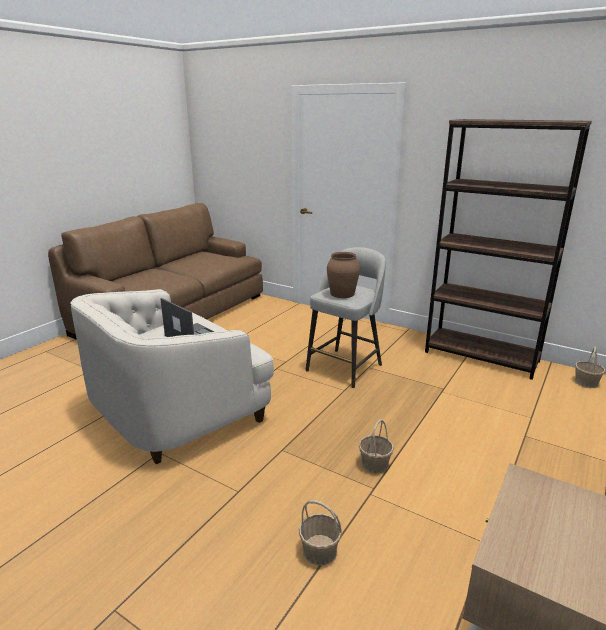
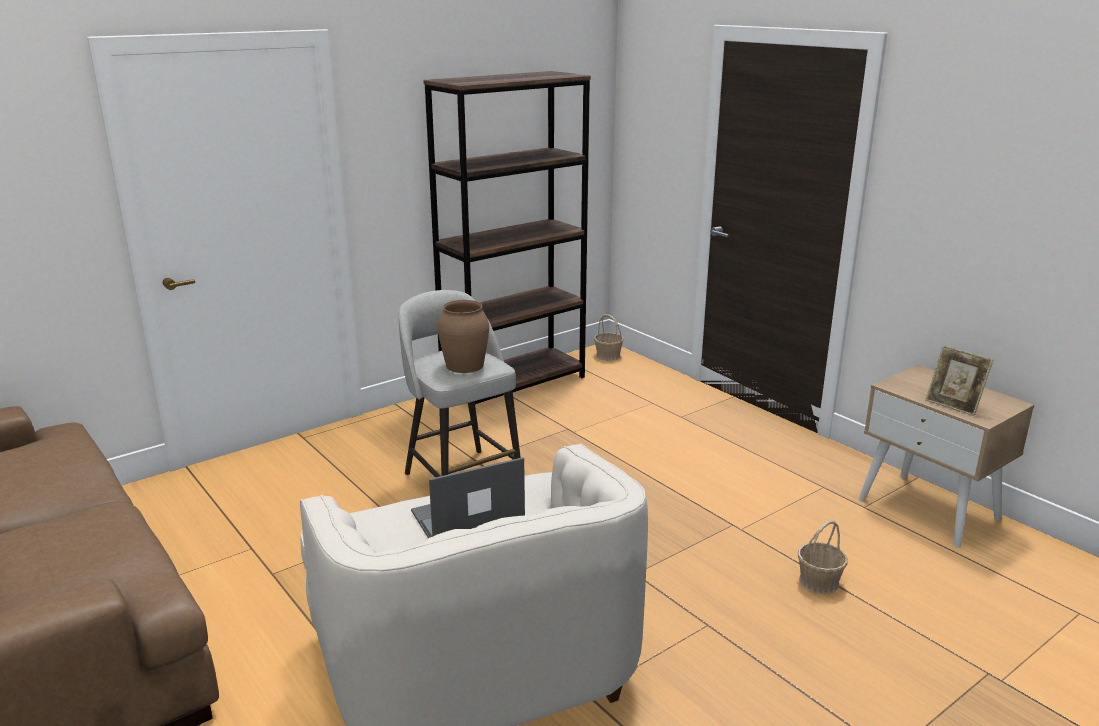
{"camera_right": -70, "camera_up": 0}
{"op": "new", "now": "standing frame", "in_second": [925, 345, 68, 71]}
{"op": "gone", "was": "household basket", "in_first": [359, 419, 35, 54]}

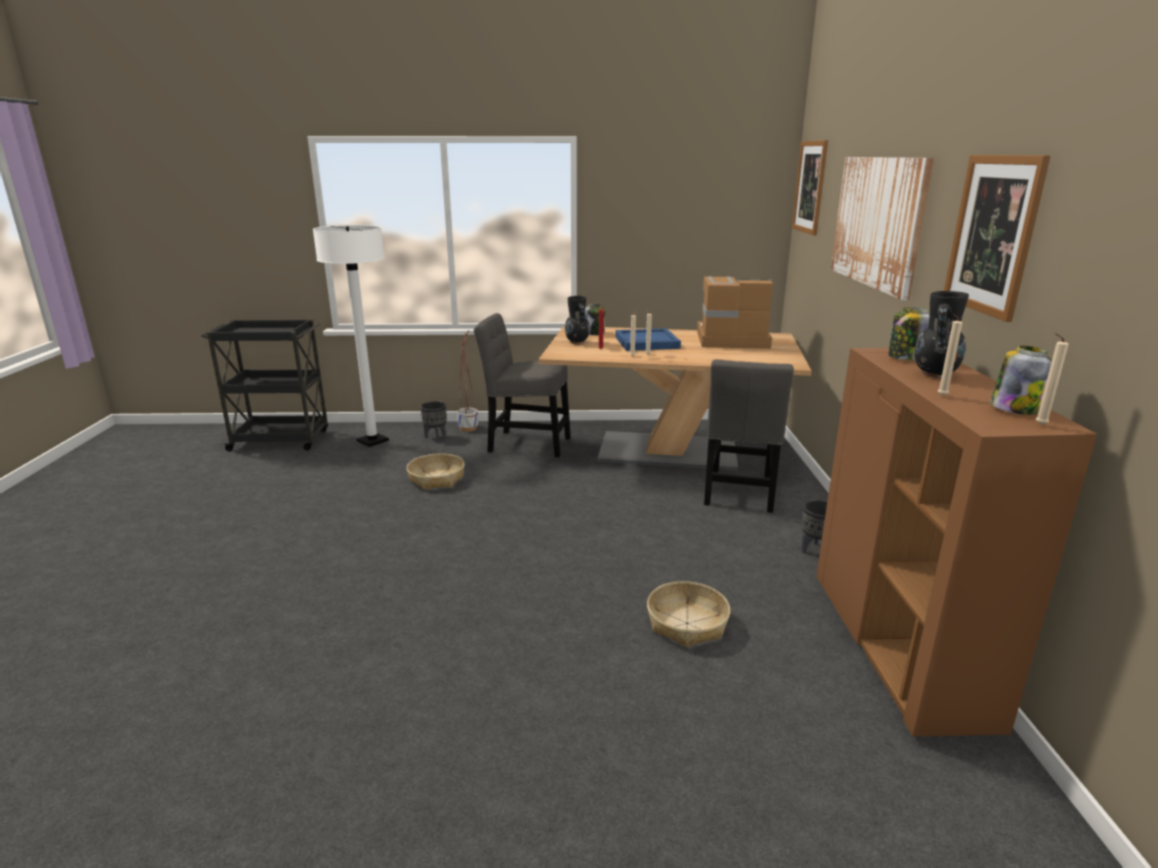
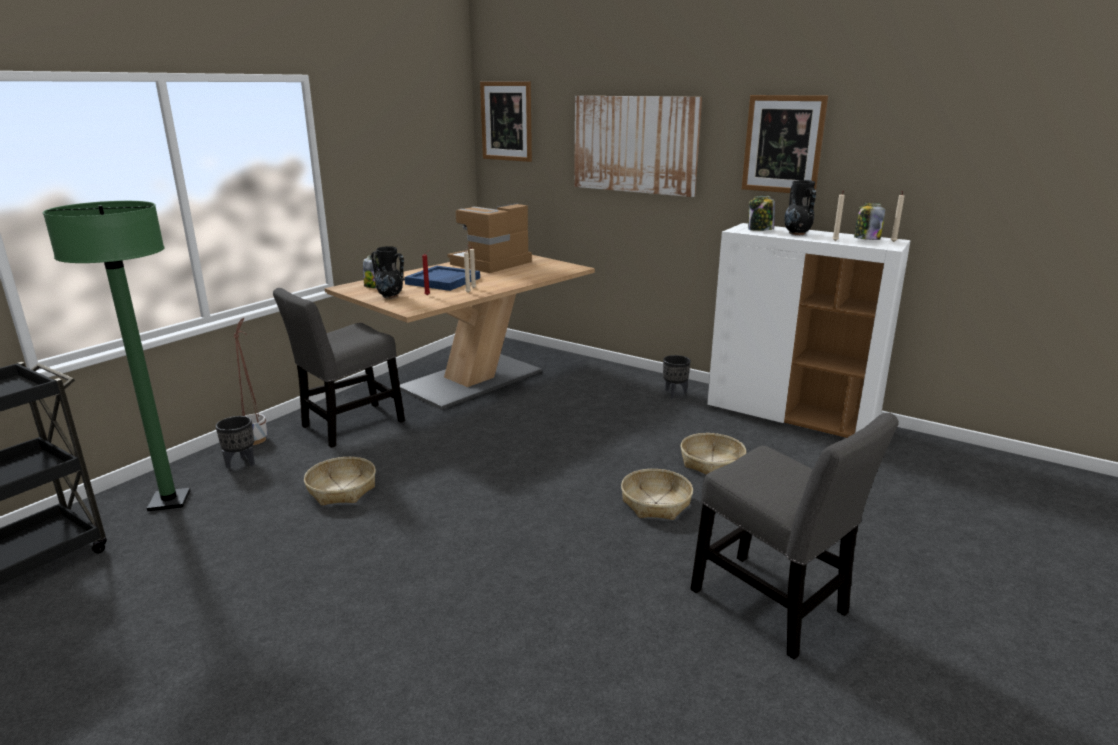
{"camera_right": -55, "camera_up": 0}
{"op": "repainted", "was": "white floor lamp", "now": "green floor lamp", "in_first": [313, 225, 76, 222], "in_second": [42, 201, 149, 310]}
{"op": "new", "now": "household basket", "in_second": [621, 469, 72, 51]}
{"op": "shifted", "was": "greyish chair", "in_first": [704, 359, 90, 154], "in_second": [690, 413, 209, 247]}
{"op": "repainted", "was": "brownish cupboard", "now": "white cupboard", "in_first": [816, 348, 281, 389], "in_second": [707, 223, 204, 215]}

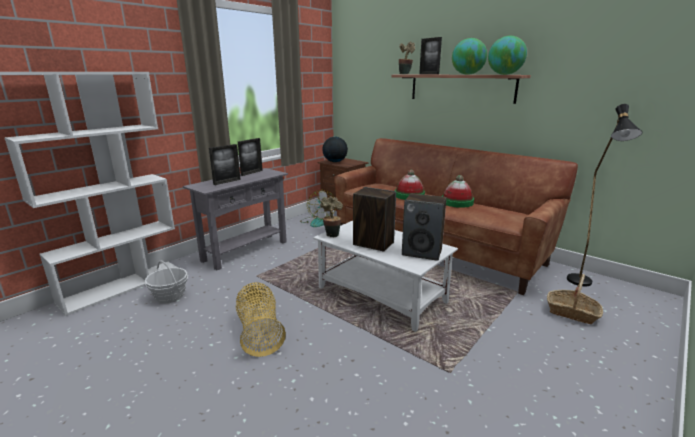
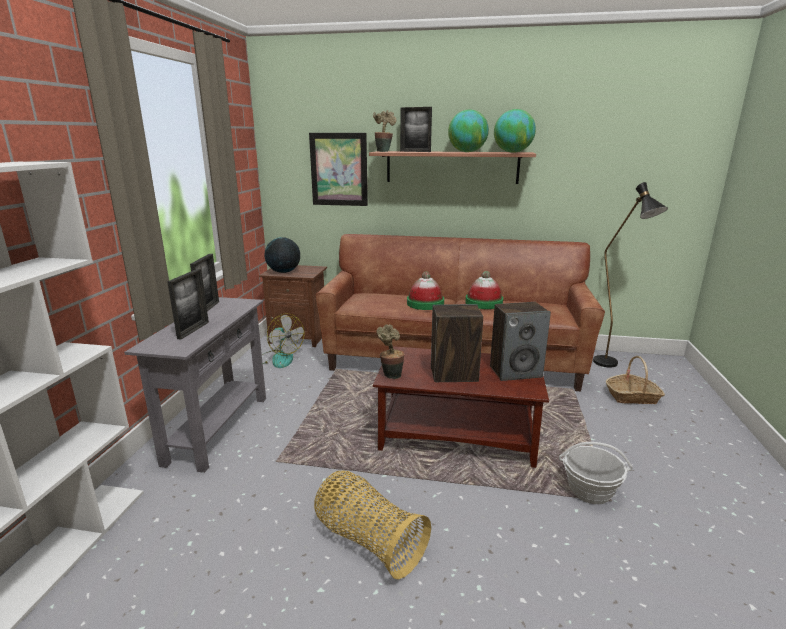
{"camera_right": -30, "camera_up": 0}
{"op": "new", "now": "wall art", "in_second": [309, 133, 59, 73]}
{"op": "repainted", "was": "white low table", "now": "brownish low table", "in_first": [313, 221, 145, 111], "in_second": [373, 346, 176, 122]}
{"op": "shifted", "was": "household basket", "in_first": [145, 260, 43, 43], "in_second": [559, 442, 74, 62]}

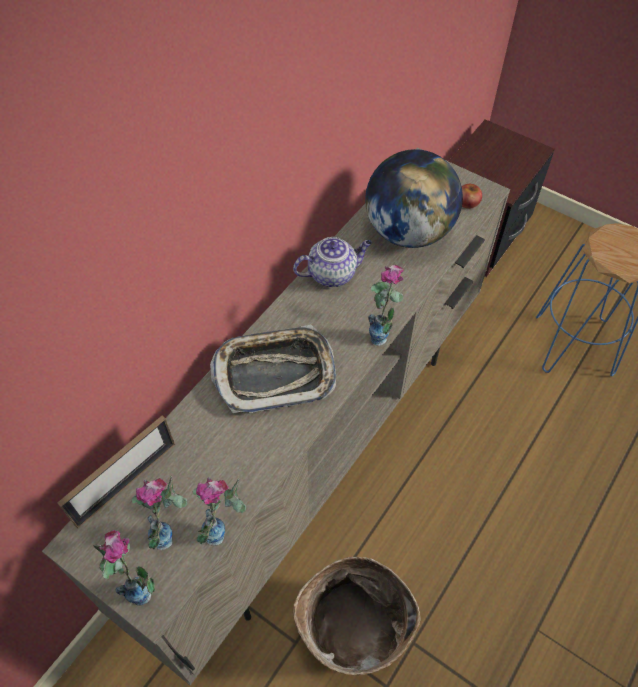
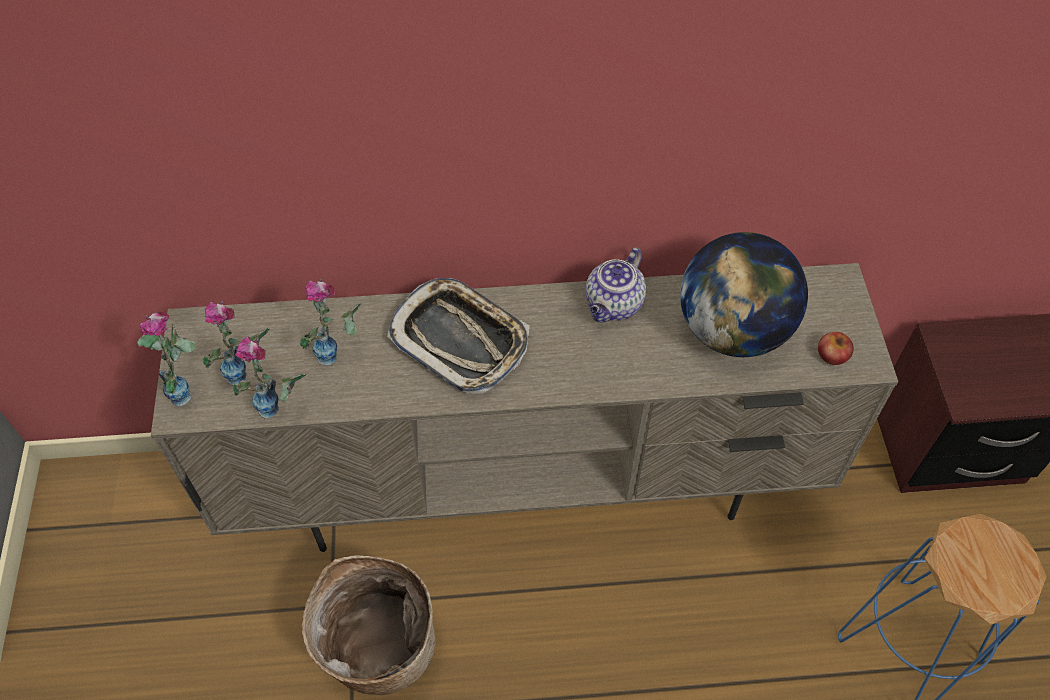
{"camera_right": 50, "camera_up": 0}
{"op": "shifted", "was": "vase", "in_first": [368, 265, 36, 81], "in_second": [300, 279, 61, 87]}
{"op": "rotated", "was": "tea pot", "in_first": [293, 237, 79, 50], "in_second": [586, 248, 60, 74], "clockwise": 90}
{"op": "gone", "was": "standing frame", "in_first": [57, 416, 118, 113]}

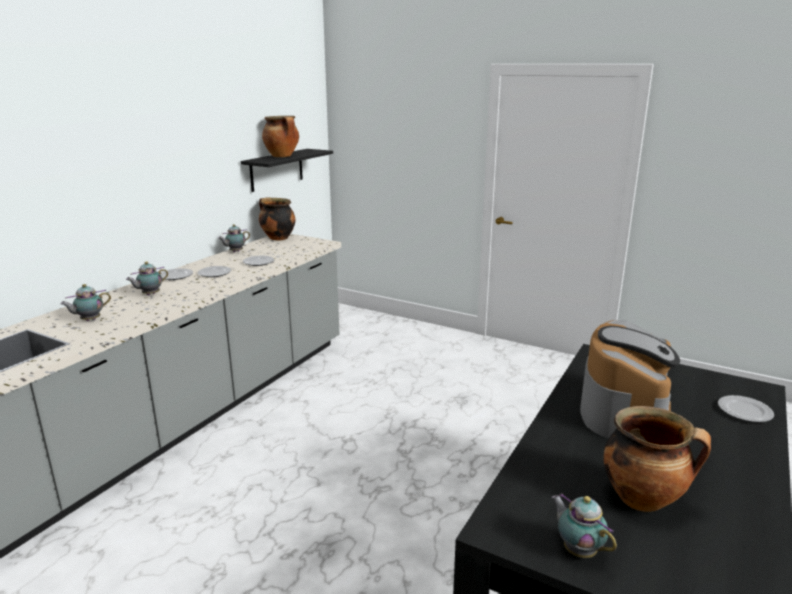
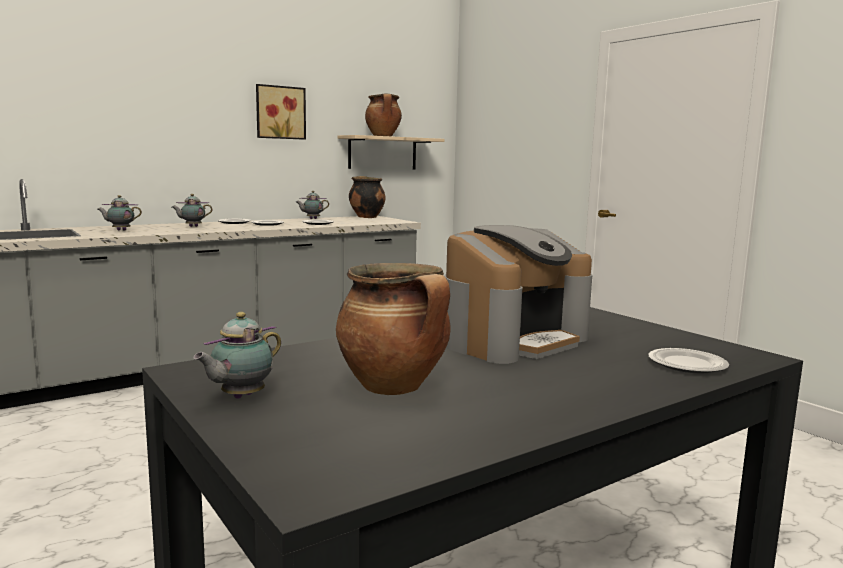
{"camera_right": 25, "camera_up": -10}
{"op": "rotated", "was": "tea pot", "in_first": [552, 493, 65, 65], "in_second": [193, 312, 88, 87], "clockwise": -135}
{"op": "new", "now": "wall art", "in_second": [256, 84, 50, 56]}
{"op": "repainted", "was": "blackish bracket shelf", "now": "beige bracket shelf", "in_first": [241, 149, 92, 43], "in_second": [337, 135, 107, 34]}

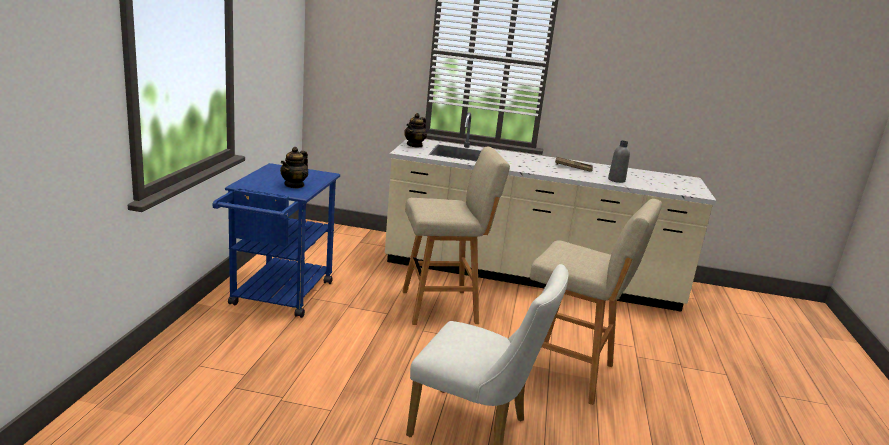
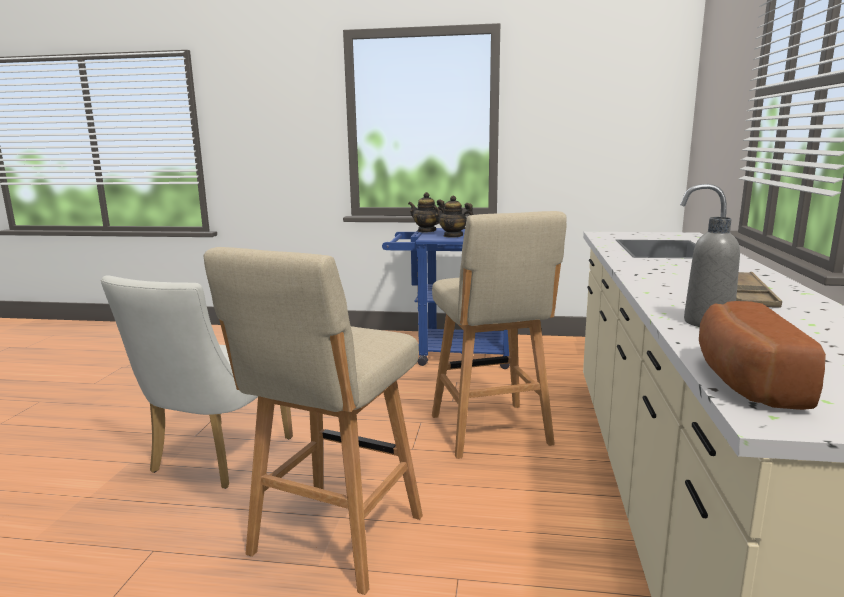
{"camera_right": 90, "camera_up": -5}
{"op": "shifted", "was": "tea pot", "in_first": [404, 113, 23, 35], "in_second": [408, 192, 36, 41]}
{"op": "new", "now": "baked bread", "in_second": [699, 301, 127, 109]}

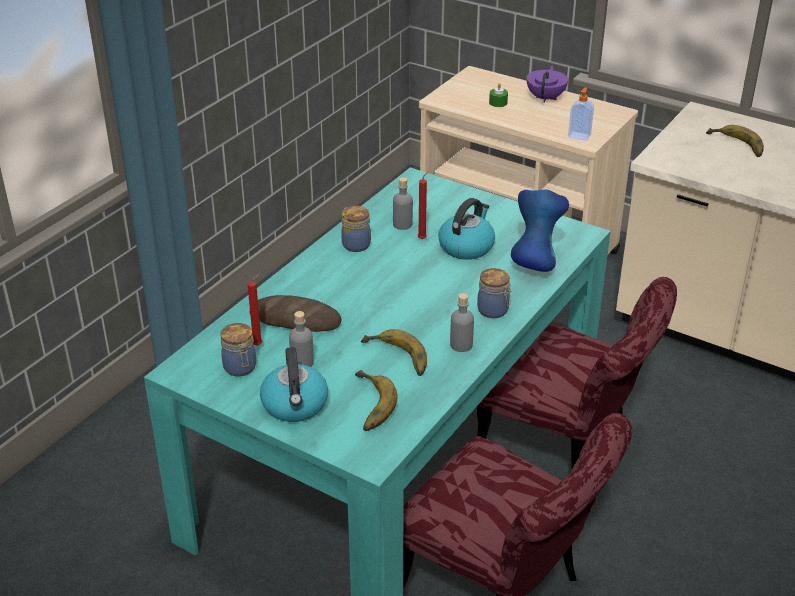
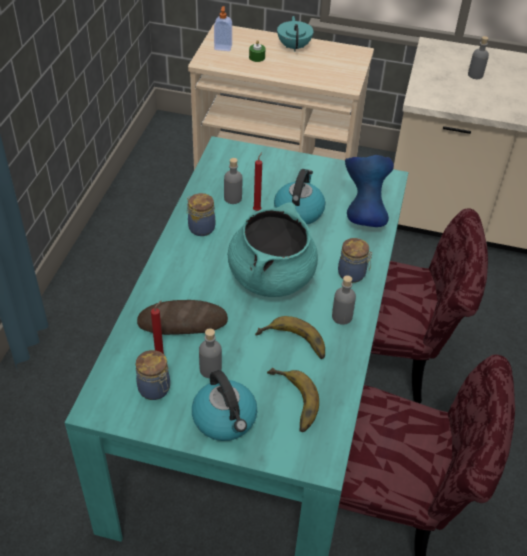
{"camera_right": -20, "camera_up": 10}
{"op": "shifted", "was": "liquid soap bottle", "in_first": [568, 88, 26, 53], "in_second": [214, 6, 18, 45]}
{"op": "new", "now": "turquoise-coloured saucepot", "in_second": [227, 202, 91, 95]}
{"op": "repainted", "was": "purplish tea pot", "now": "turquoise-coloured tea pot", "in_first": [526, 65, 42, 38], "in_second": [277, 16, 37, 36]}
{"op": "swapped", "was": "whole banana", "now": "greyish bottle", "in_first": [706, 125, 58, 32], "in_second": [468, 36, 21, 43]}

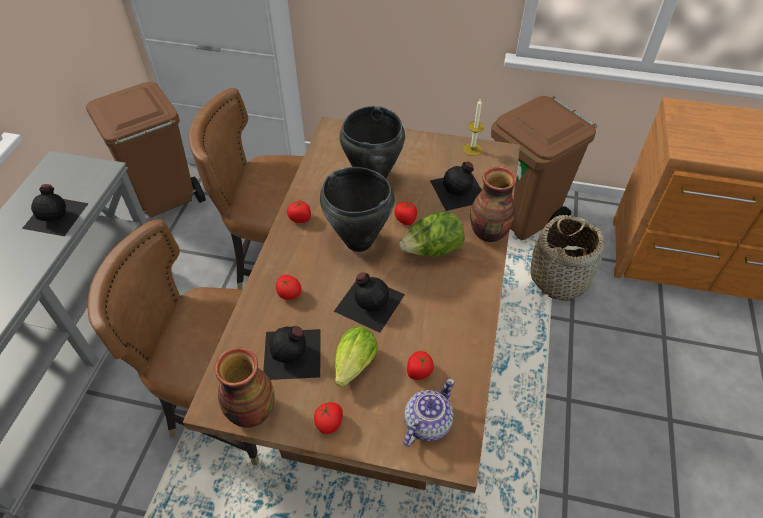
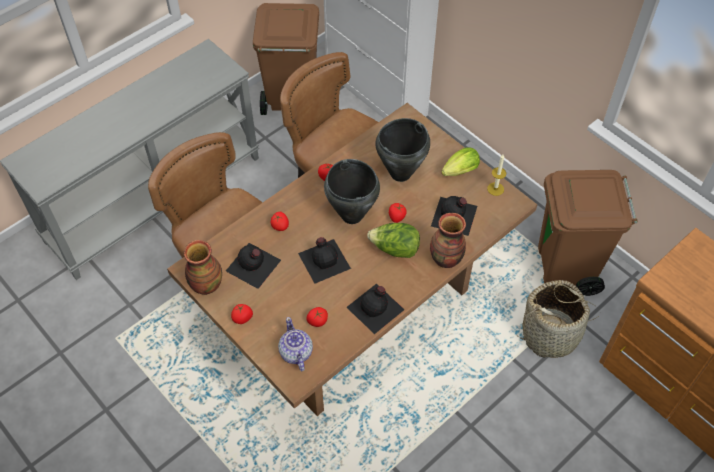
{"camera_right": 35, "camera_up": 5}
{"op": "rotated", "was": "tea pot", "in_first": [403, 378, 51, 69], "in_second": [278, 317, 35, 54], "clockwise": -90}
{"op": "shifted", "was": "blackish bottle", "in_first": [22, 184, 67, 52], "in_second": [347, 284, 58, 50]}
{"op": "shifted", "was": "lettuce", "in_first": [335, 326, 43, 61], "in_second": [441, 148, 39, 28]}

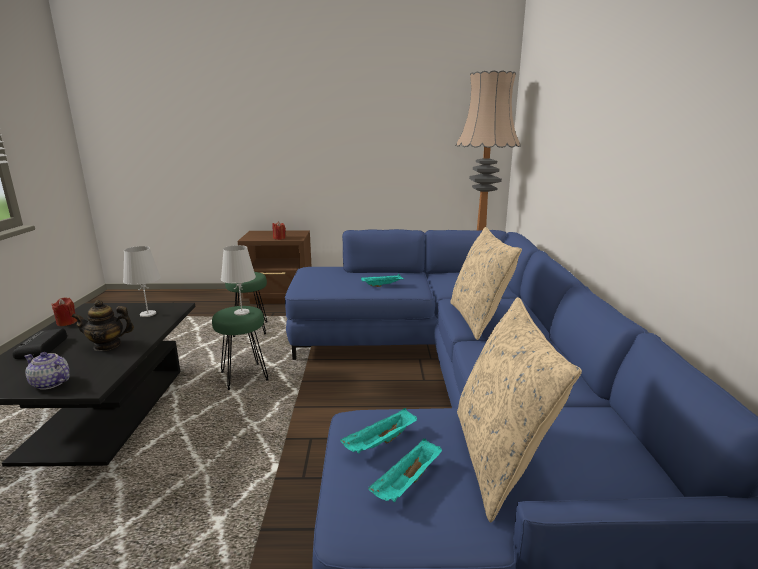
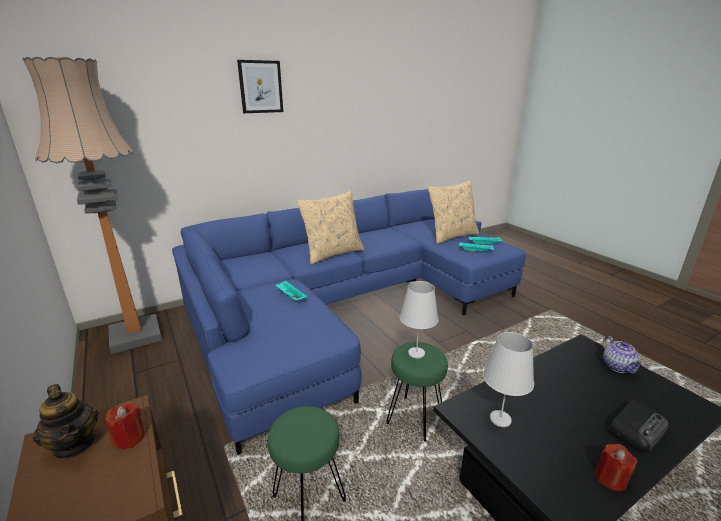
{"camera_right": -120, "camera_up": 5}
{"op": "shifted", "was": "tea pot", "in_first": [71, 300, 63, 51], "in_second": [33, 384, 66, 74]}
{"op": "new", "now": "wall art", "in_second": [237, 60, 46, 53]}

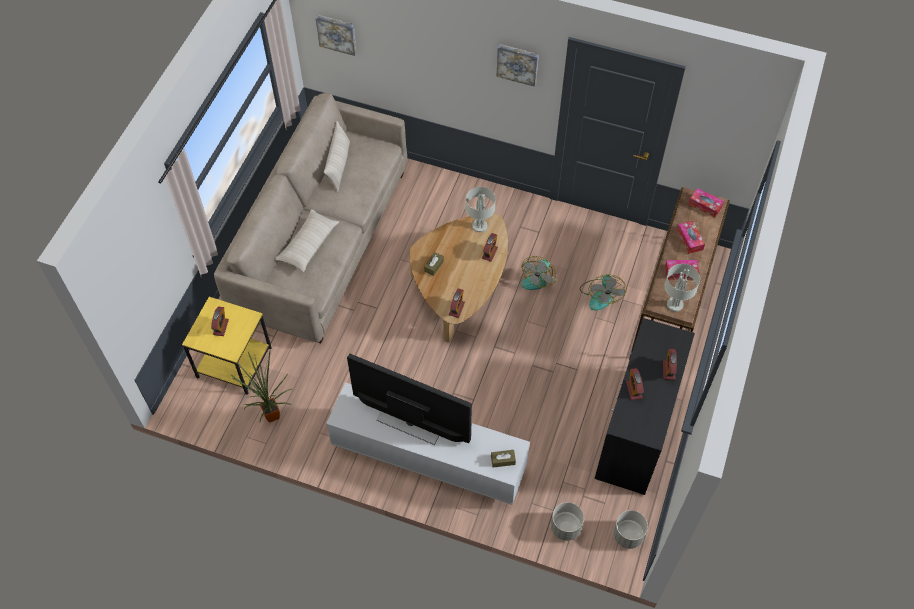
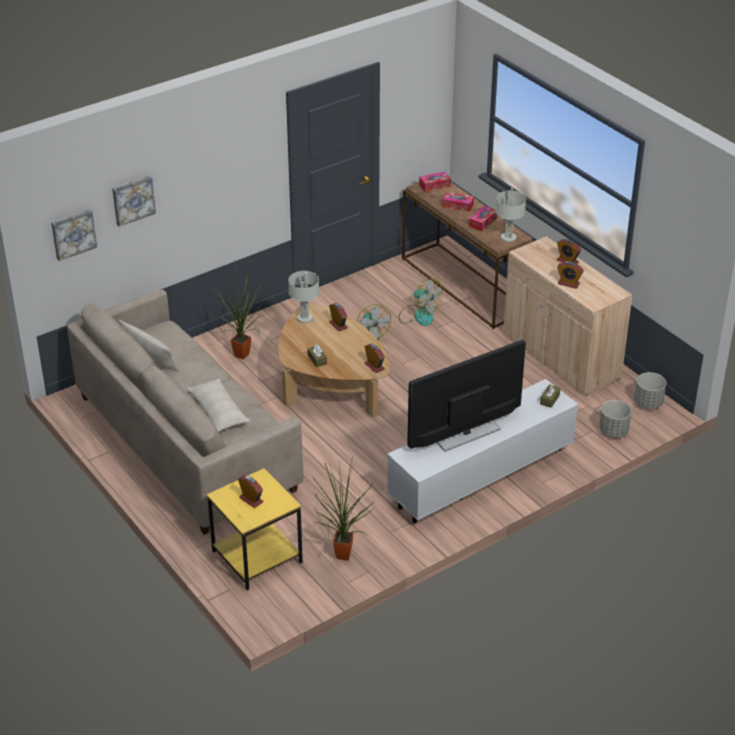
{"camera_right": -55, "camera_up": -20}
{"op": "shifted", "was": "wall art", "in_first": [496, 44, 43, 43], "in_second": [112, 176, 44, 51]}
{"op": "new", "now": "plant in a pot", "in_second": [215, 259, 50, 101]}
{"op": "repainted", "was": "blackish cupboard", "now": "beige cupboard", "in_first": [595, 318, 100, 177], "in_second": [503, 236, 130, 160]}

